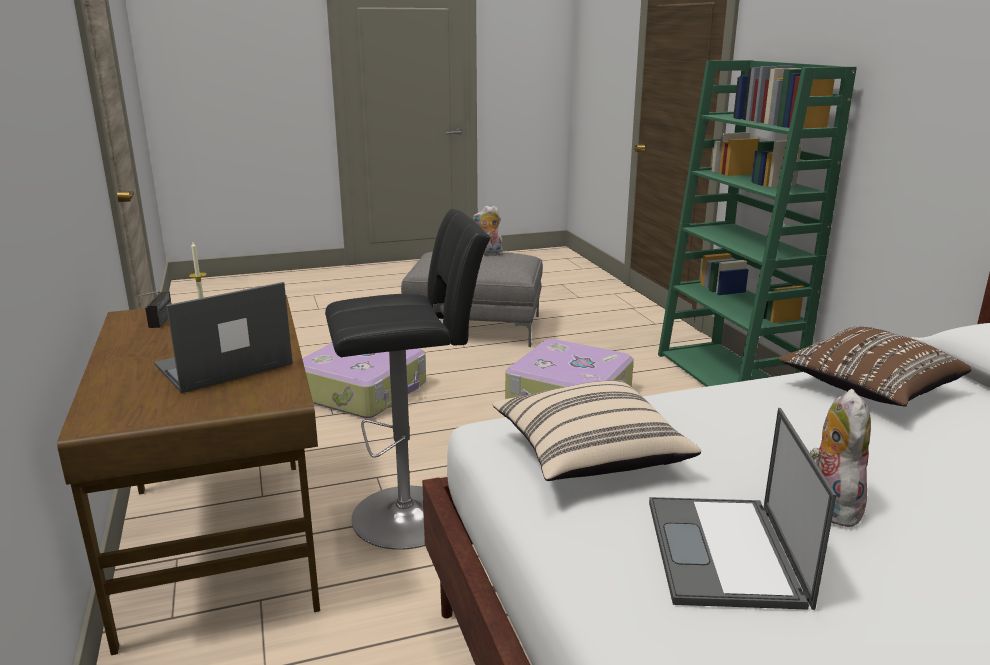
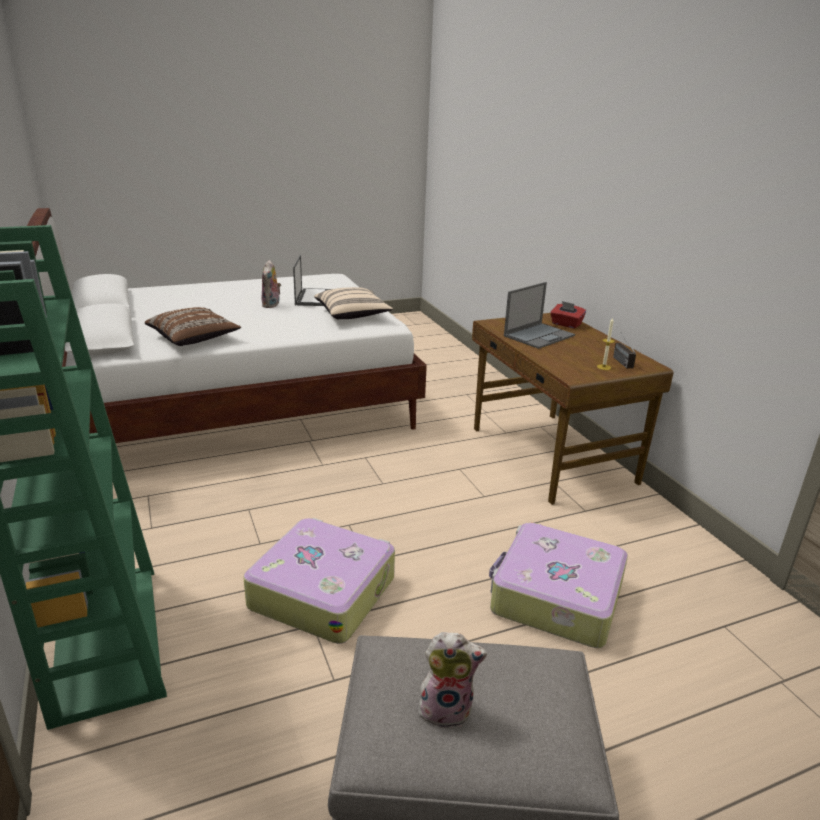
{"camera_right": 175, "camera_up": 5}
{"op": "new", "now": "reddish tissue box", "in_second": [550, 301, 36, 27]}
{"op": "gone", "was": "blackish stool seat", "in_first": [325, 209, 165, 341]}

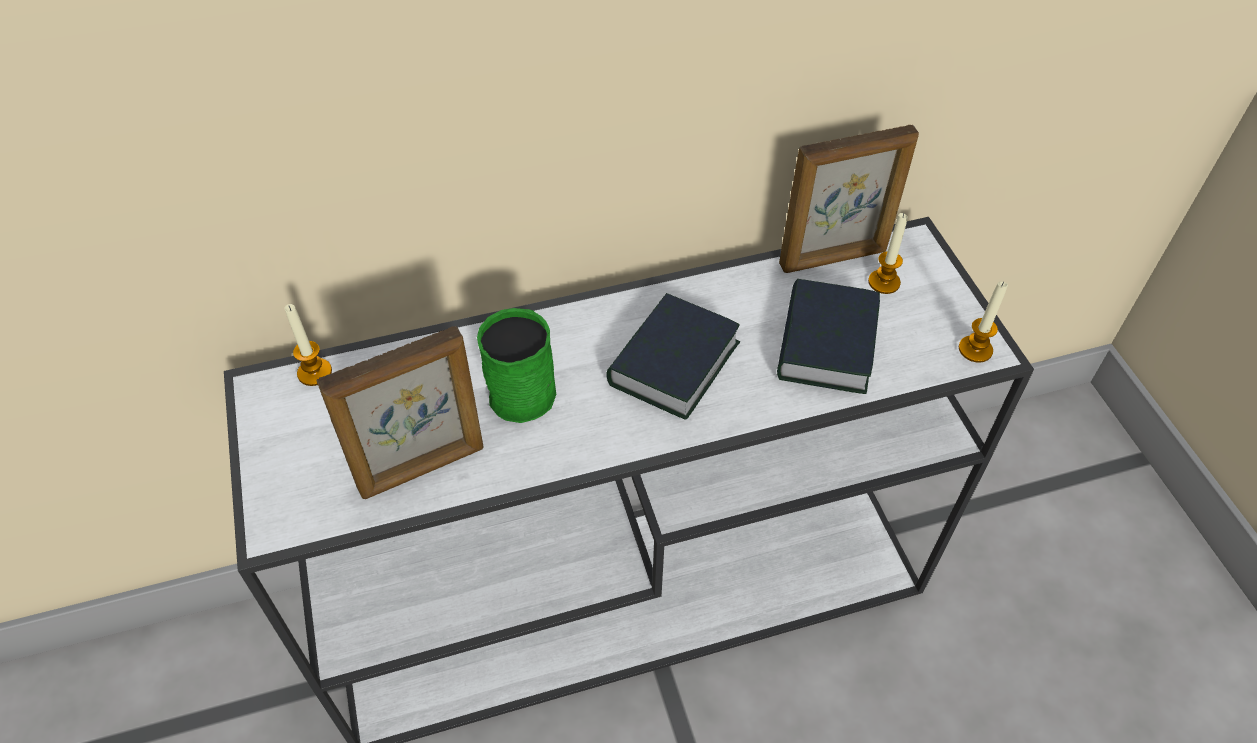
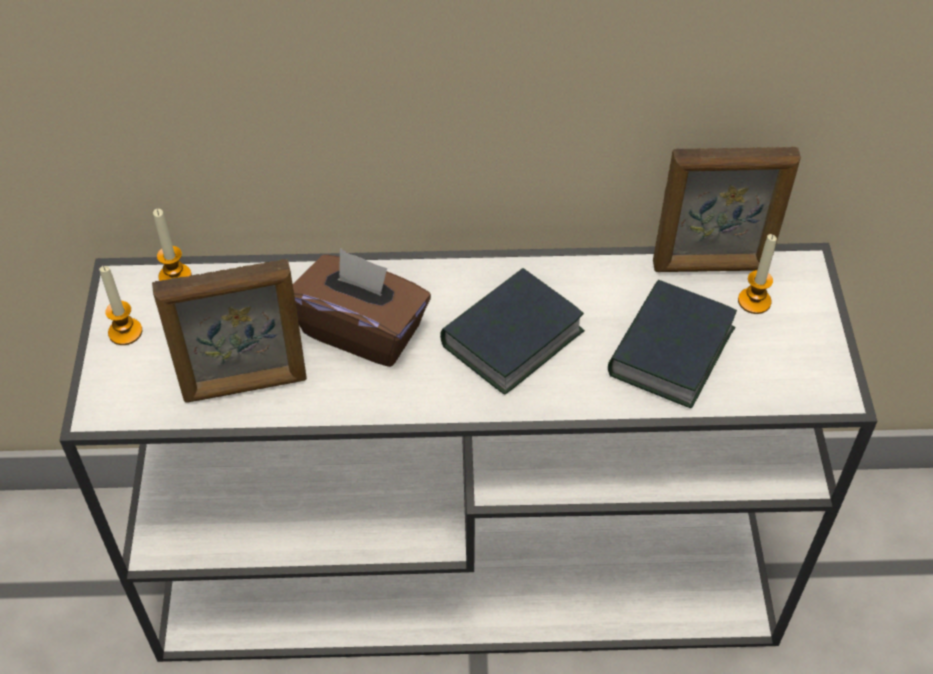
{"camera_right": 15, "camera_up": 0}
{"op": "shifted", "was": "wax light", "in_first": [959, 281, 49, 82], "in_second": [99, 266, 43, 79]}
{"op": "swapped", "was": "green coffee mug", "now": "brownish tissue box", "in_first": [477, 308, 79, 115], "in_second": [293, 248, 138, 119]}

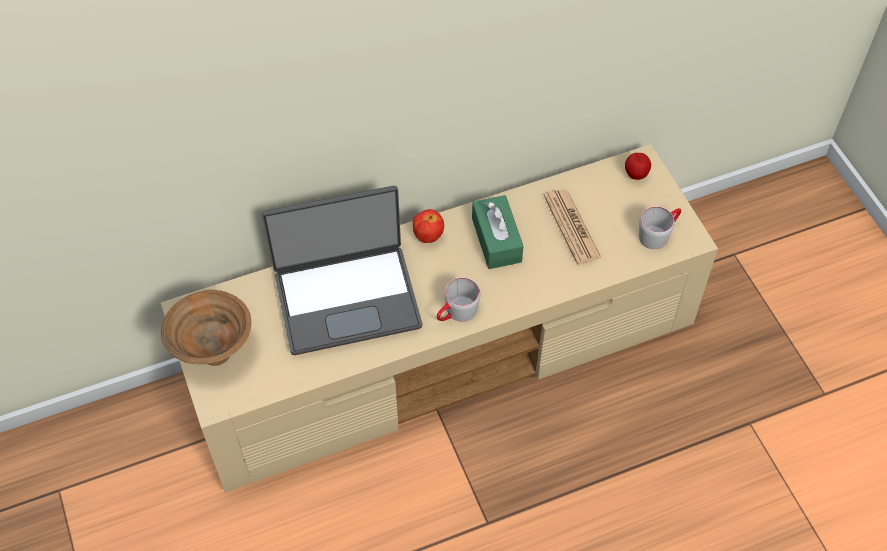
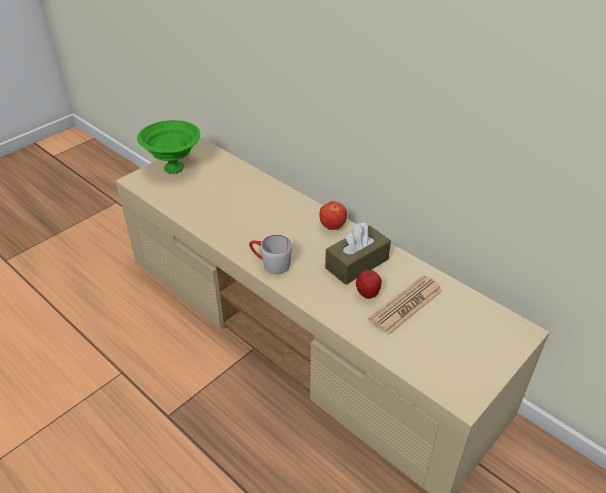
{"camera_right": 65, "camera_up": -15}
{"op": "repainted", "was": "brownish deep dish", "now": "green deep dish", "in_first": [161, 290, 90, 76], "in_second": [137, 120, 63, 54]}
{"op": "repainted", "was": "green tissue box", "now": "brownish tissue box", "in_first": [472, 195, 52, 74], "in_second": [325, 222, 66, 63]}
{"op": "shifted", "was": "apple fruit", "in_first": [625, 153, 26, 27], "in_second": [356, 270, 26, 29]}
{"op": "gone", "was": "notebook computer", "in_first": [262, 186, 160, 169]}
{"op": "gone", "was": "greyish coffee mug", "in_first": [639, 206, 42, 43]}

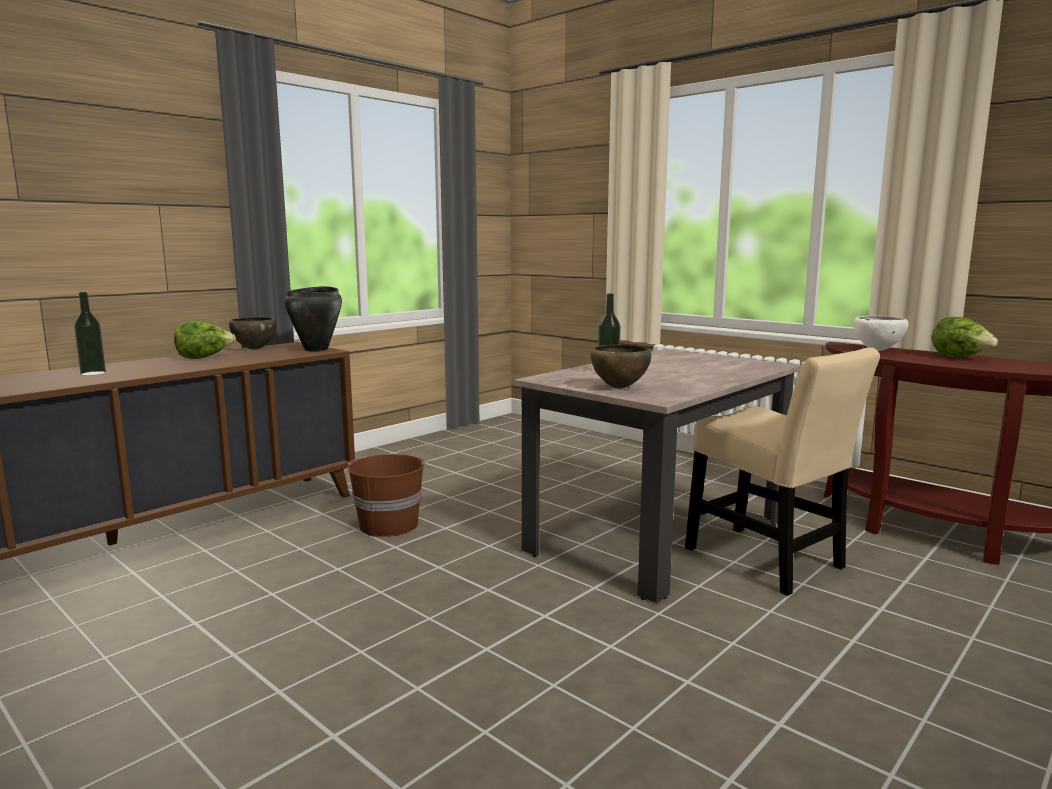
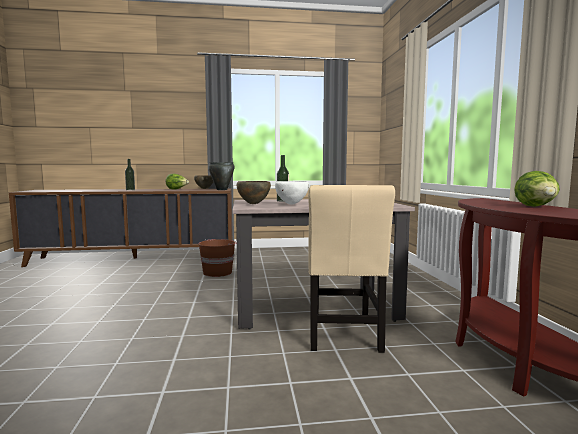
{"camera_right": 40, "camera_up": -5}
{"op": "shifted", "was": "white deep dish", "in_first": [853, 316, 55, 35], "in_second": [275, 181, 34, 24]}

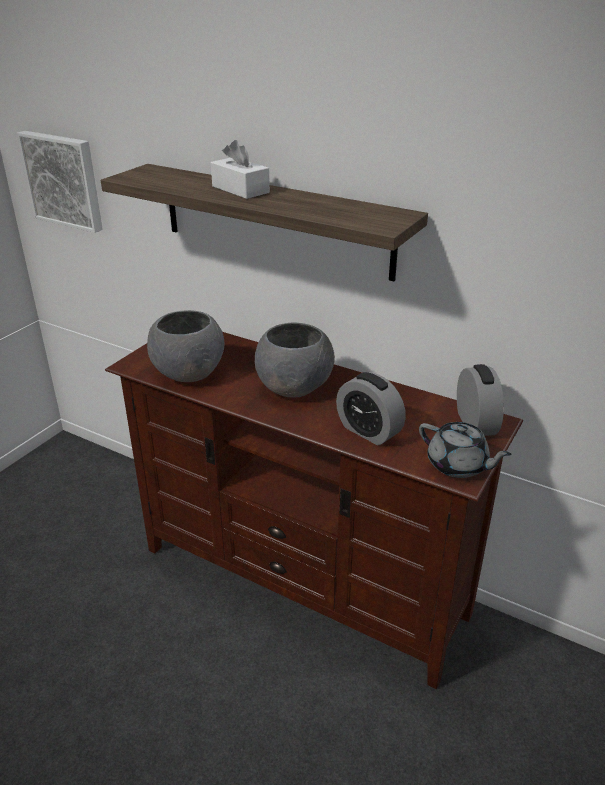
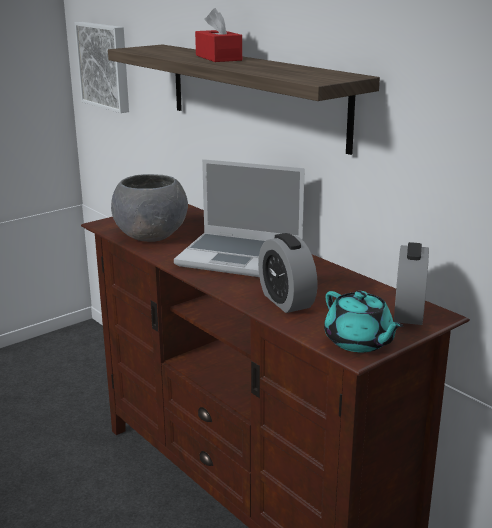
{"camera_right": 20, "camera_up": -10}
{"op": "swapped", "was": "greyish deep dish", "now": "notebook computer", "in_first": [255, 323, 80, 74], "in_second": [174, 159, 131, 118]}
{"op": "repainted", "was": "white tissue box", "now": "reddish tissue box", "in_first": [211, 140, 59, 59], "in_second": [195, 8, 47, 54]}
{"op": "repainted", "was": "greyish tea pot", "now": "turquoise-coloured tea pot", "in_first": [419, 422, 93, 56], "in_second": [324, 291, 79, 61]}

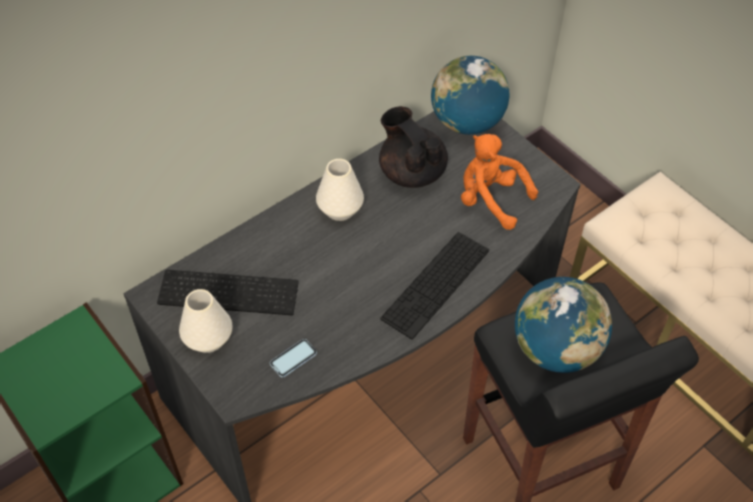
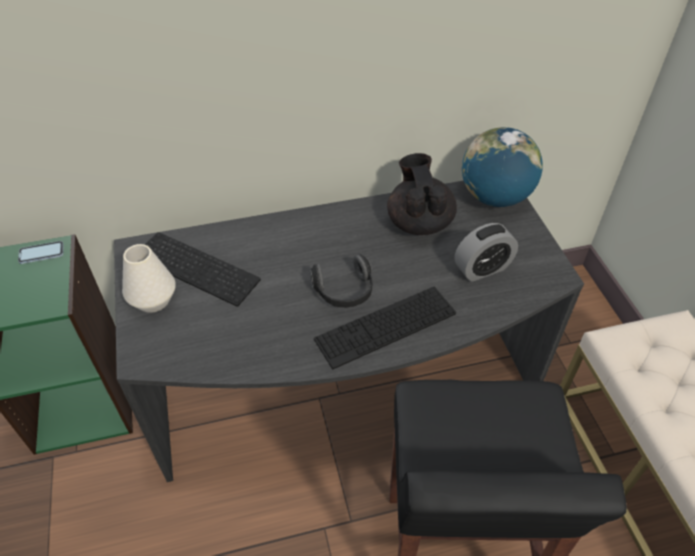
{"camera_right": 25, "camera_up": -5}
{"op": "shifted", "was": "telephone", "in_first": [270, 339, 47, 39], "in_second": [18, 241, 46, 23]}
{"op": "new", "now": "headset", "in_second": [310, 254, 63, 54]}
{"op": "swapped", "was": "orange soft toy", "now": "table clock", "in_first": [461, 134, 77, 96], "in_second": [455, 223, 63, 59]}
{"op": "gone", "was": "white vase", "in_first": [316, 159, 48, 62]}
{"op": "gone", "was": "globe", "in_first": [515, 277, 97, 96]}

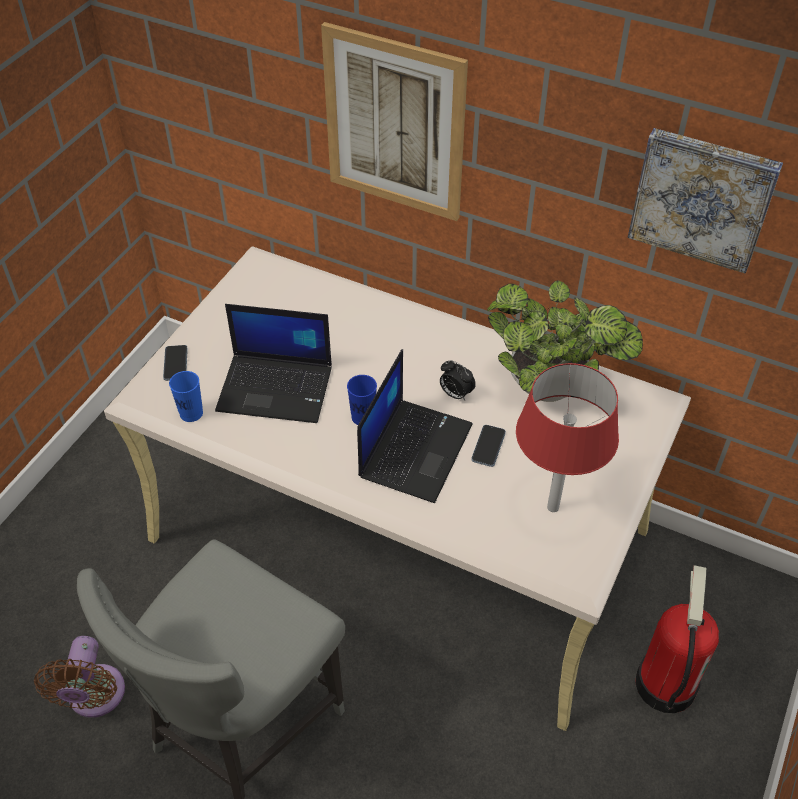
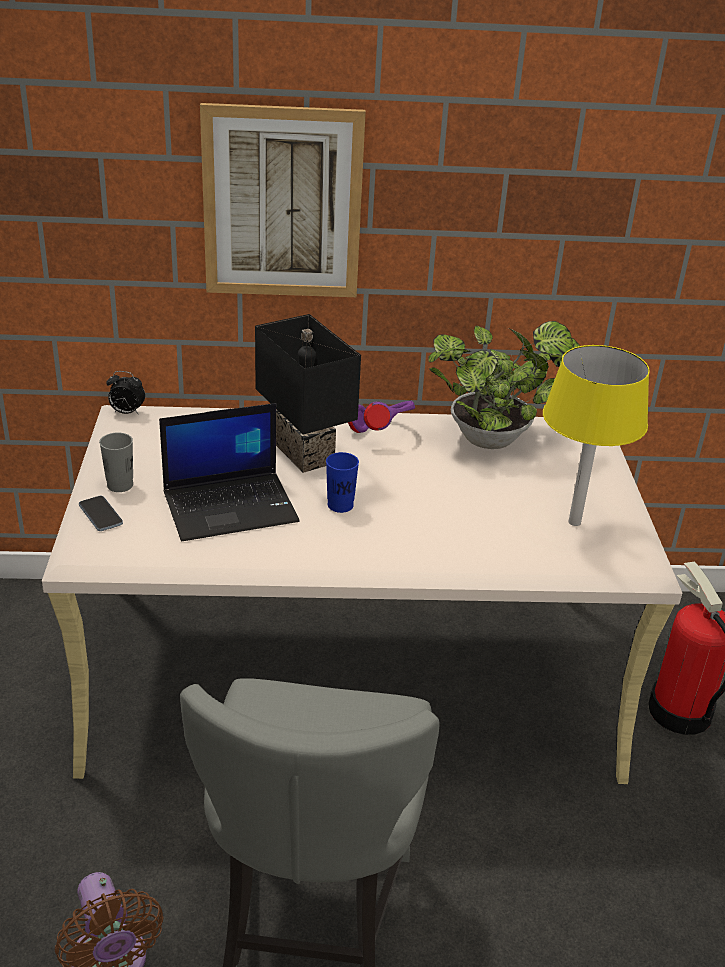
{"camera_right": -30, "camera_up": -15}
{"op": "new", "now": "greyish drinking cup", "in_second": [99, 433, 34, 59]}
{"op": "shifted", "was": "table clock", "in_first": [440, 360, 36, 40], "in_second": [106, 371, 39, 44]}
{"op": "new", "now": "blackish table lamp", "in_second": [255, 314, 106, 159]}
{"op": "new", "now": "purplish headset", "in_second": [348, 401, 67, 32]}
{"op": "repainted", "was": "reddish table lamp", "now": "yellow table lamp", "in_first": [516, 363, 103, 149], "in_second": [543, 345, 107, 181]}
{"op": "gone", "was": "bluish drinking cup", "in_first": [169, 371, 34, 51]}
{"op": "gone", "was": "notebook computer", "in_first": [357, 349, 116, 154]}
{"op": "gone", "was": "telephone", "in_first": [471, 425, 35, 42]}
{"op": "gone", "was": "wall art", "in_first": [628, 128, 155, 145]}

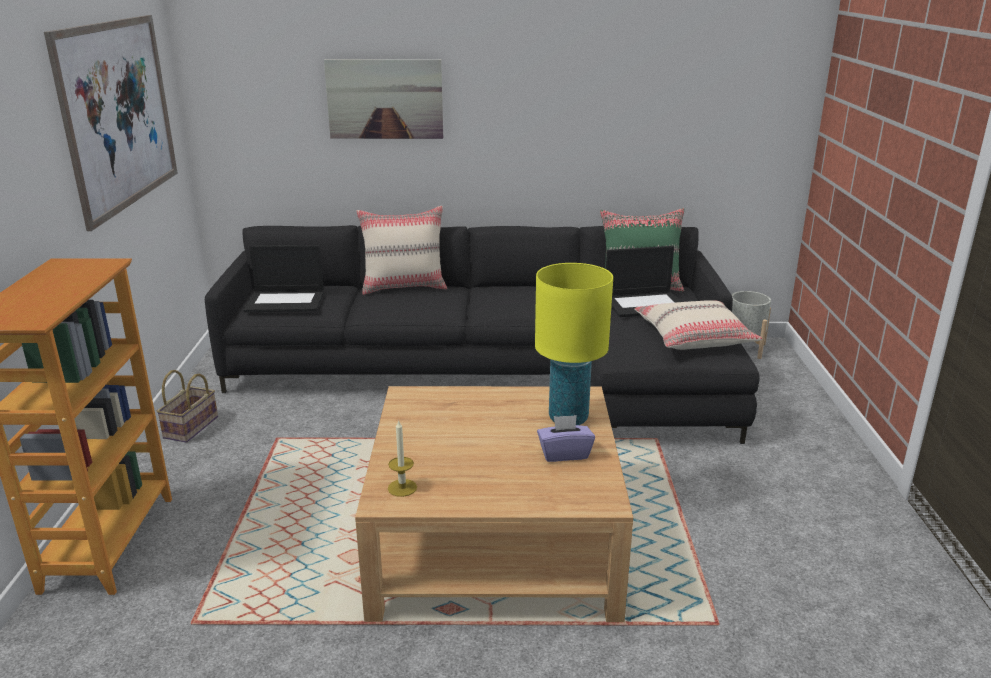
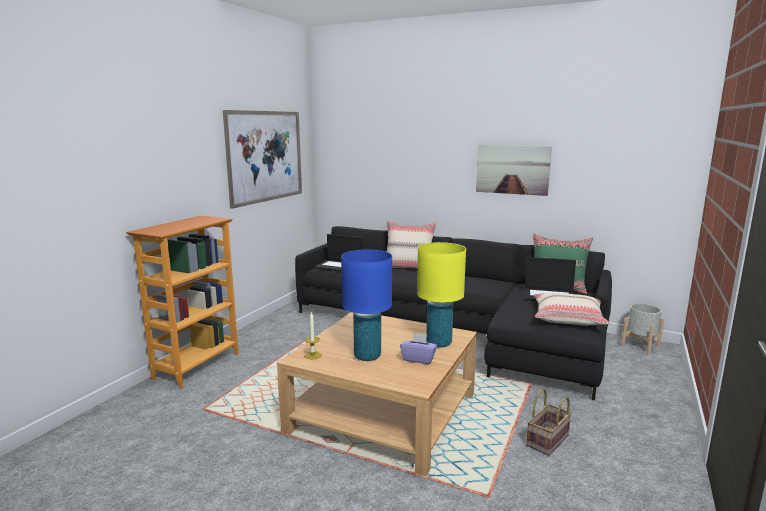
{"camera_right": 25, "camera_up": -10}
{"op": "new", "now": "bluish table lamp", "in_second": [341, 250, 51, 111]}
{"op": "shifted", "was": "wall art", "in_first": [324, 59, 119, 80], "in_second": [476, 145, 76, 51]}
{"op": "shifted", "was": "household basket", "in_first": [157, 370, 61, 73], "in_second": [526, 388, 46, 68]}

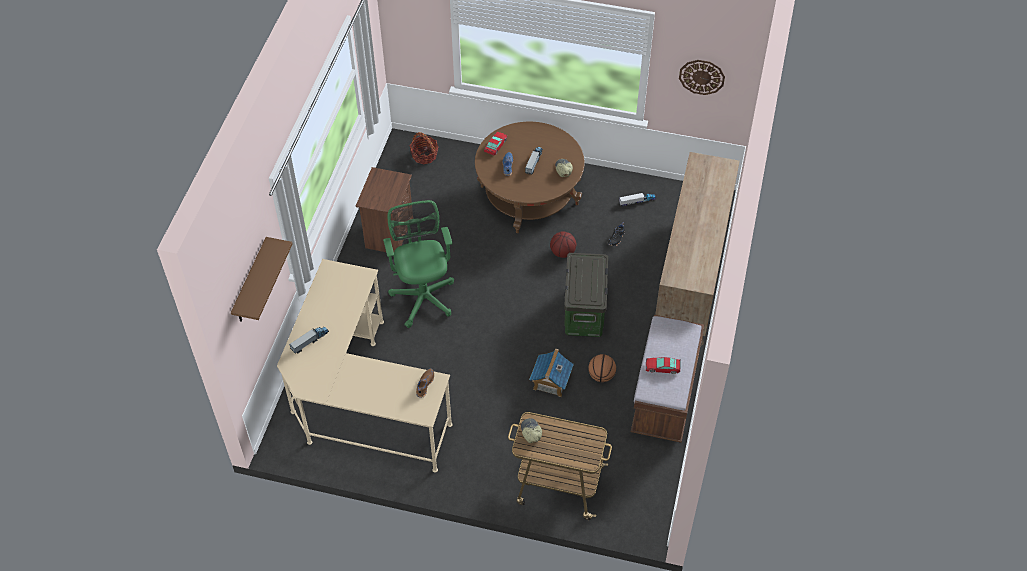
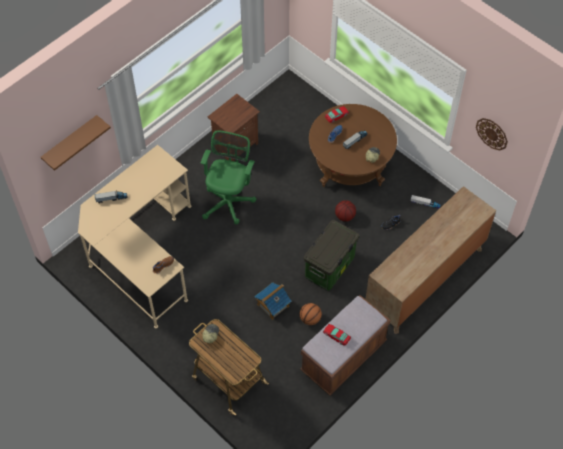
{"camera_right": 30, "camera_up": 5}
{"op": "gone", "was": "household basket", "in_first": [410, 132, 28, 32]}

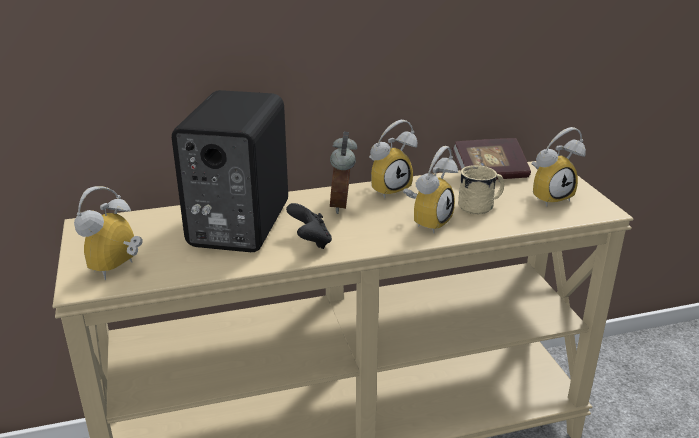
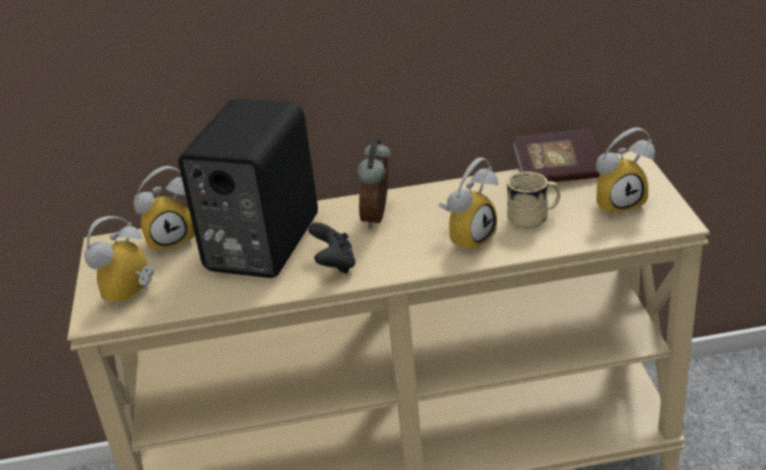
{"camera_right": 10, "camera_up": 5}
{"op": "shifted", "was": "table clock", "in_first": [369, 120, 48, 79], "in_second": [134, 166, 61, 89]}

